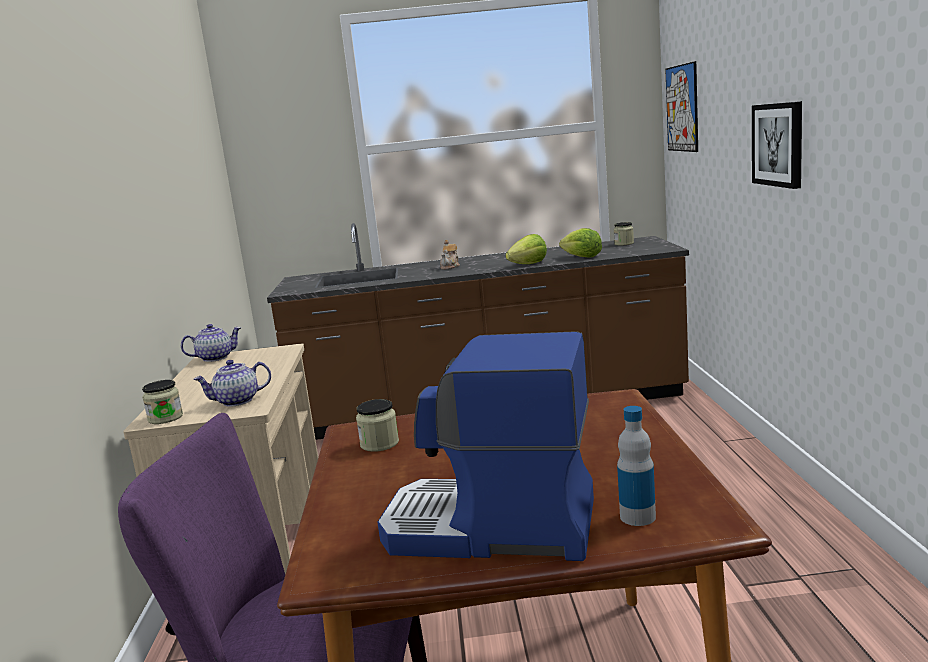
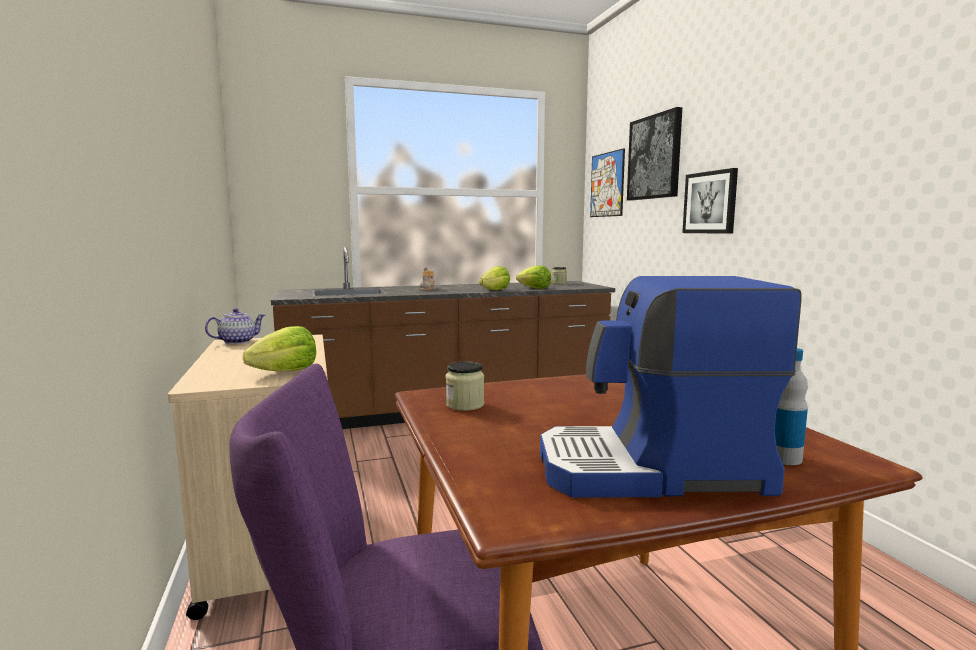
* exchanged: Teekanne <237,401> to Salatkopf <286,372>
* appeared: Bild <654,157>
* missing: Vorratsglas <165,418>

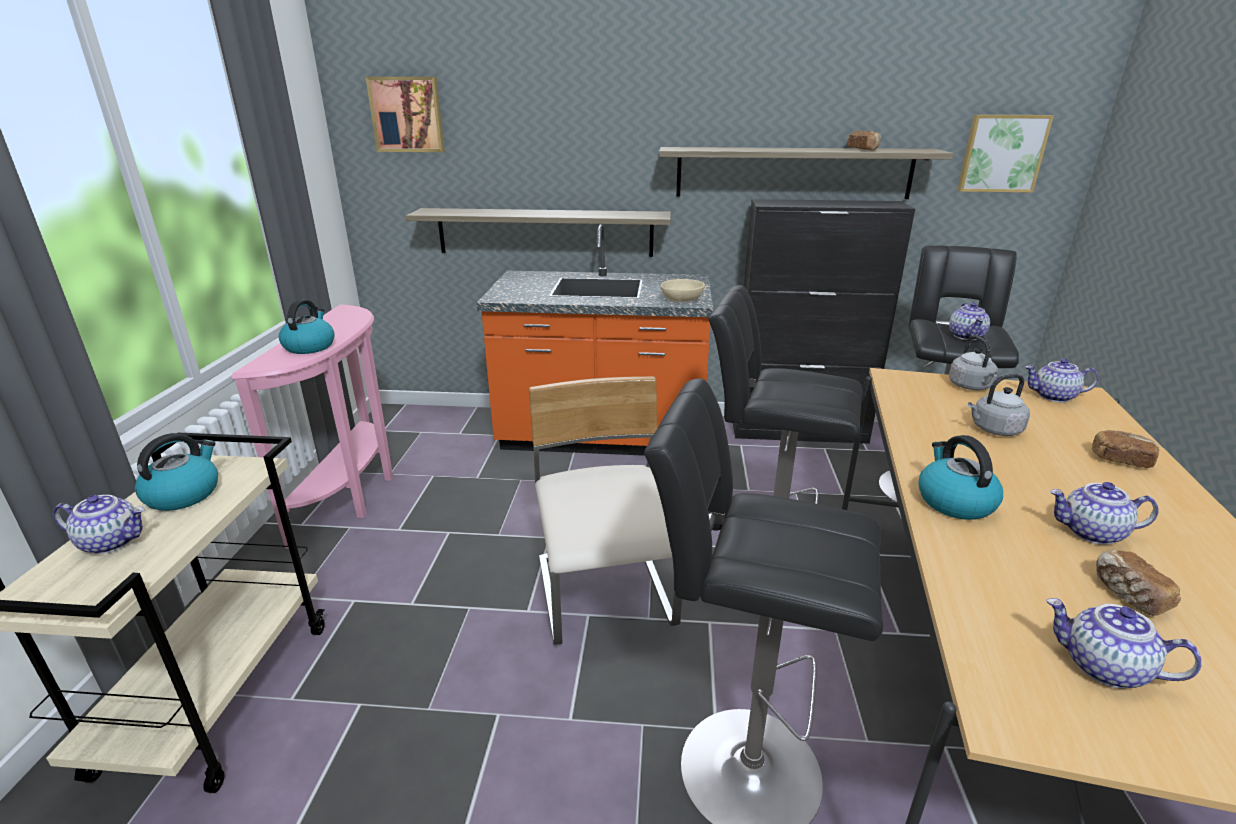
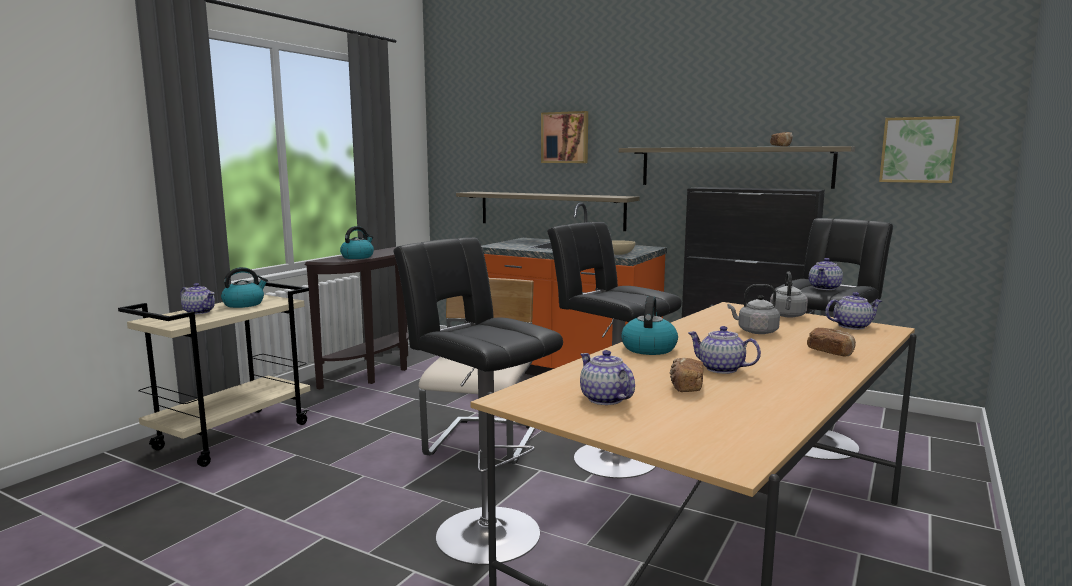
* colour: Konsolentisch/rosa <354,494> to Konsolentisch/braun <376,373>
* relocated: Bild <407,114> to <565,137>
* spun: Teekanne <1053,396> = <852,326> 135 degrees clockwise

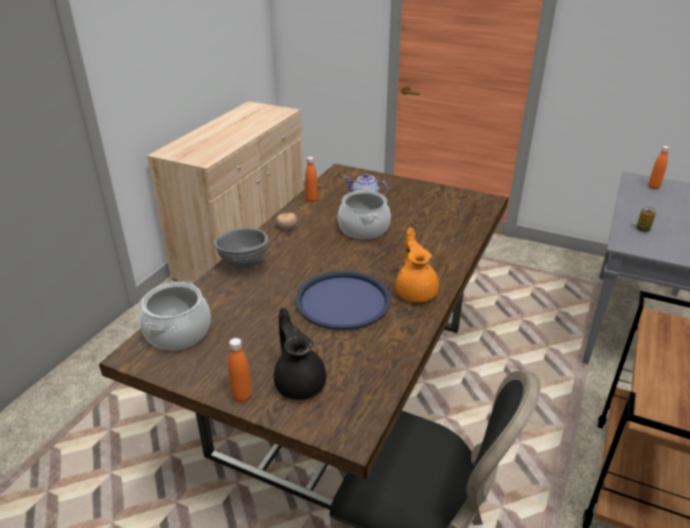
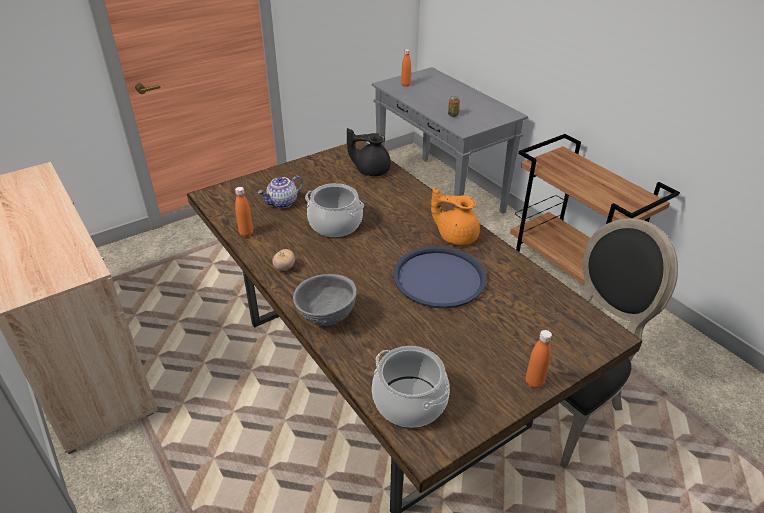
* relocated: Teekanne/schwarz <299,382> to <371,170>

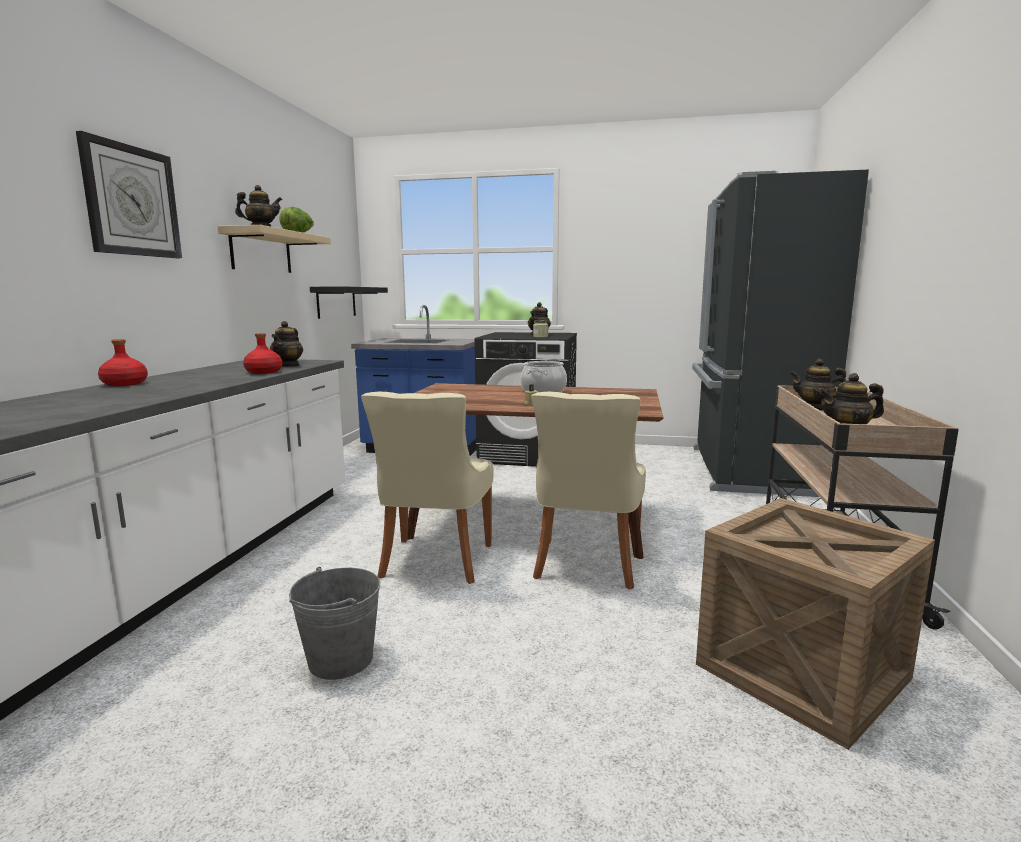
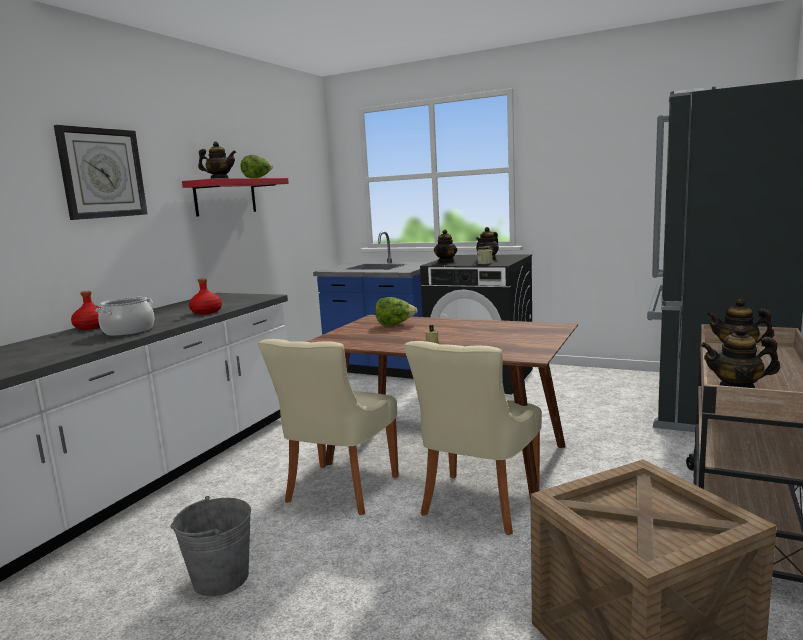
* relocated: Kochtopf <543,391> to <128,331>
* colour: Wandregal/beige <261,252> to Wandregal/rot <225,197>
* appeared: Salatkopf <395,325>
* relocated: Teekanne <288,365> to <446,261>
* missing: Wandregal/schwarz <336,302>

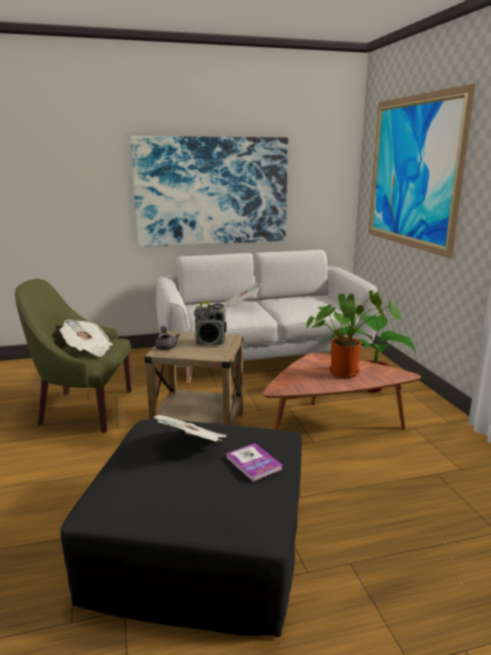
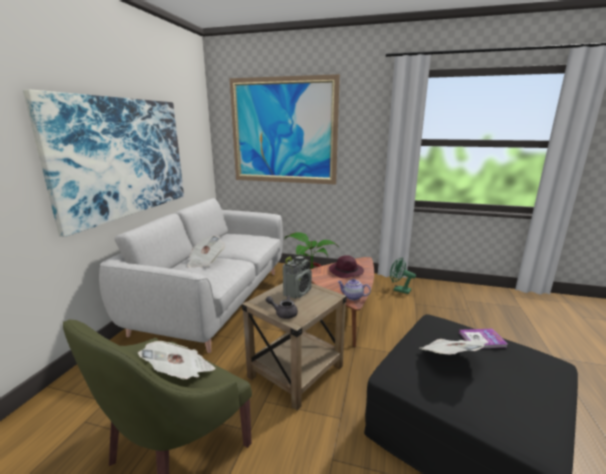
* exchanged: Topfpflanze <347,371> to Hut/lila <346,272>
* appeared: Teekanne <352,297>
* appeared: Ventilator/grün <399,290>

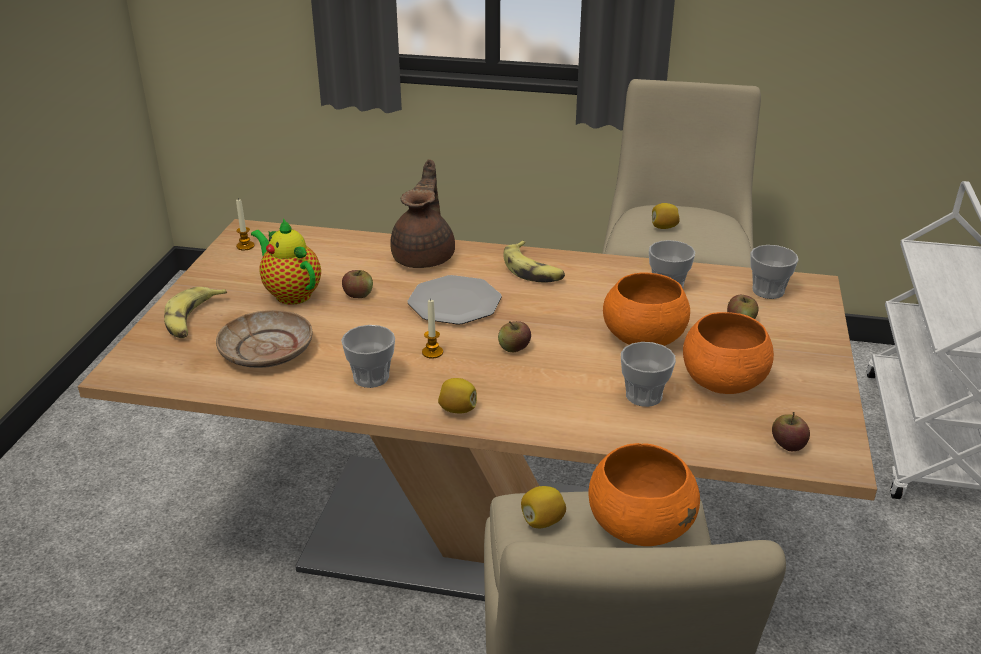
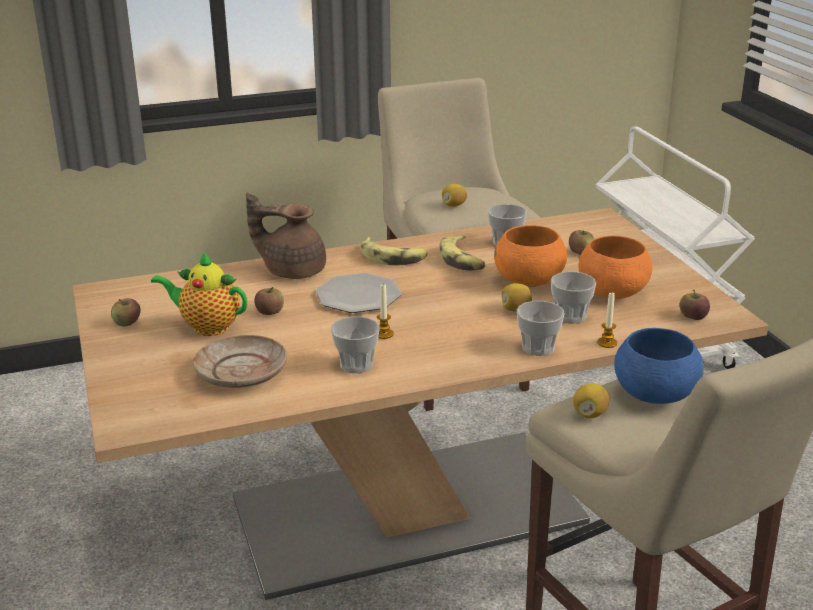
* relocated: Apfel <514,348> to <127,323>
* spun: Teekanne/braun <425,257> = <292,270> 60 degrees counterclockwise
* relocated: Banane <193,320> to <462,260>
* relocated: Zitrone <457,409> to <515,309>
* relocated: Tasse <768,291> to <538,348>
* relocated: Kerze <245,246> to <607,343>
* colour: Schüssel/orange <639,526> to Schüssel/blau <654,394>

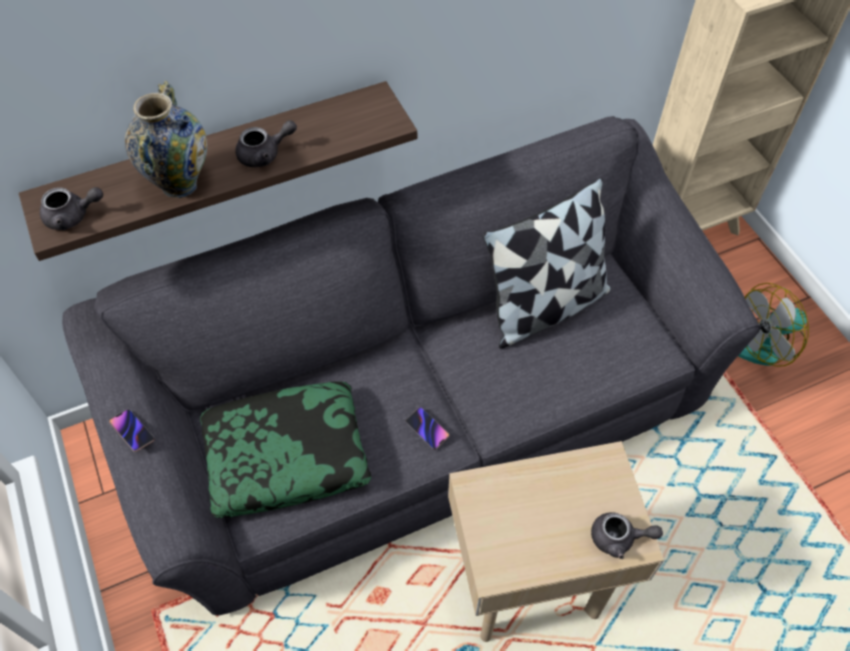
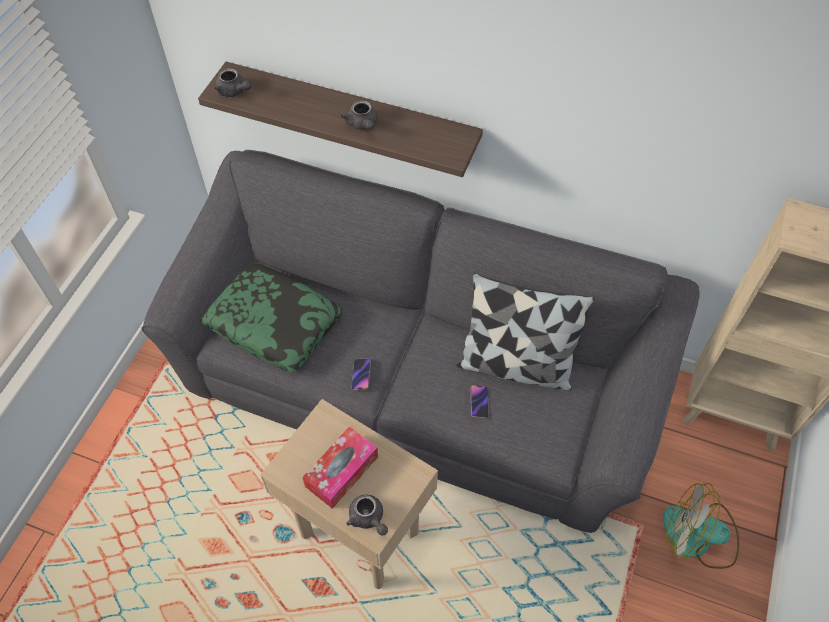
* appeared: Taschentuchbox <341,471>
* spun: Teekanne/grau <265,154> = <363,125> 45 degrees clockwise
* relocated: Handy <132,431> to <479,402>
* missing: Vase <180,184>

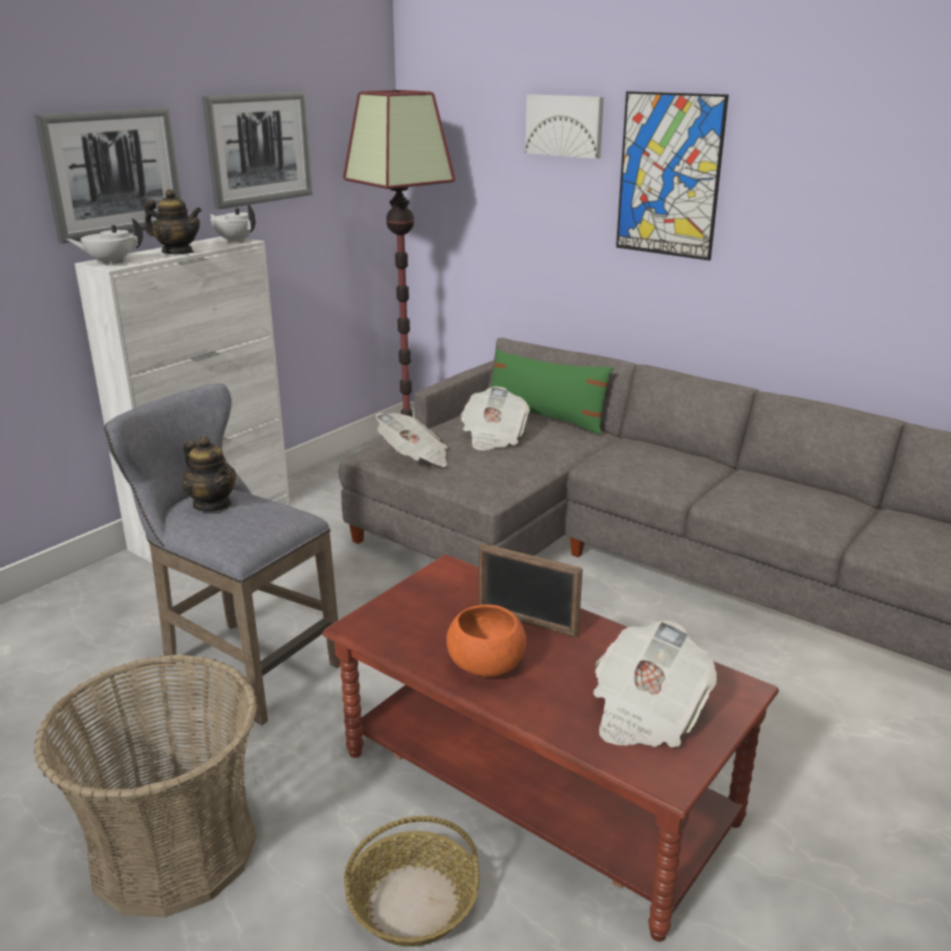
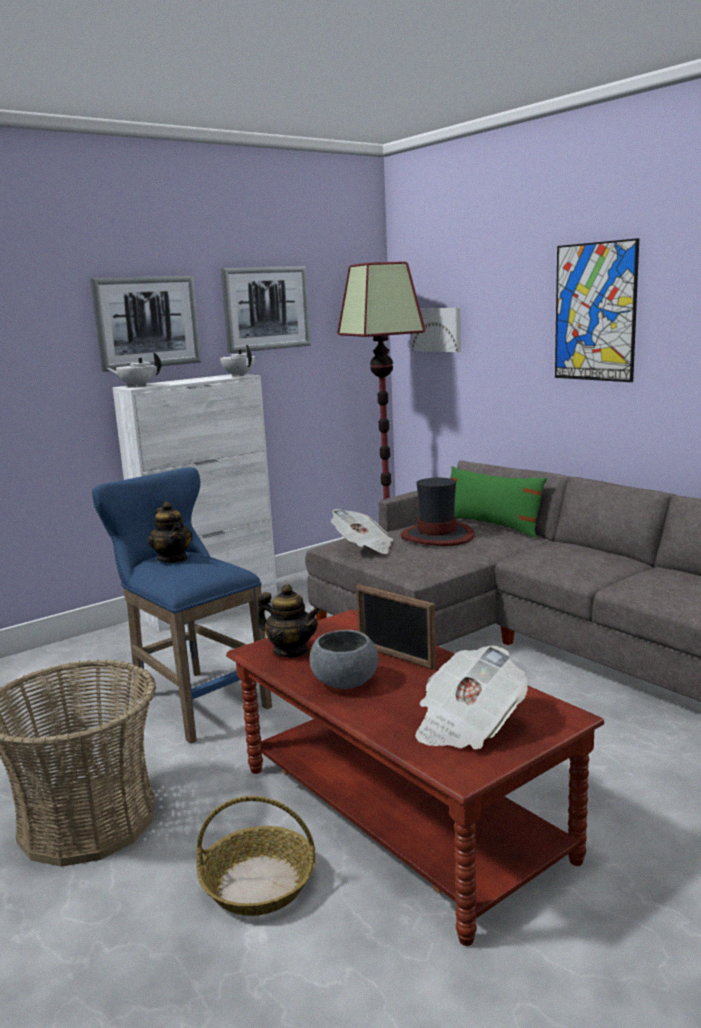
* colour: Hocker/grau <242,664> to Hocker/blau <194,700>
* relocated: Teekanne <178,252> to <291,651>
* colour: Schüssel/orange <486,665> to Schüssel/grau <344,683>
* exchanged: Zeitung <493,437> to Hut <437,536>
* relocated: Bild <565,125> to <438,329>

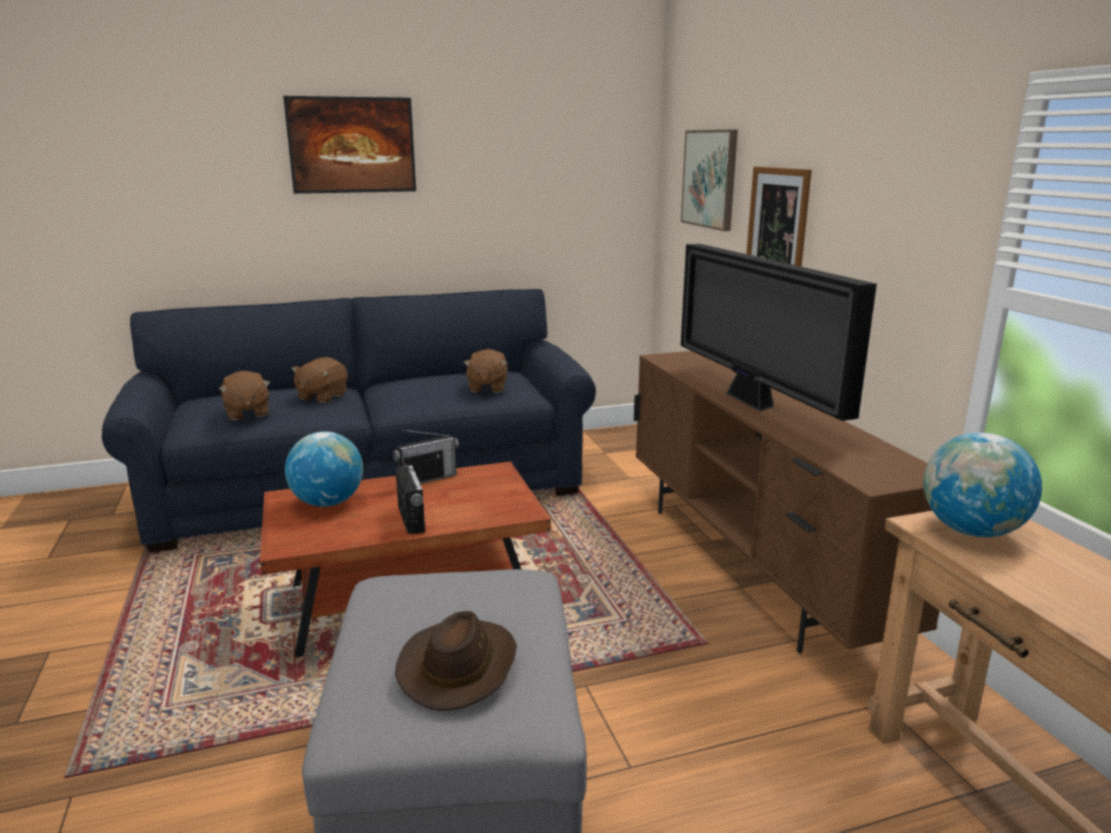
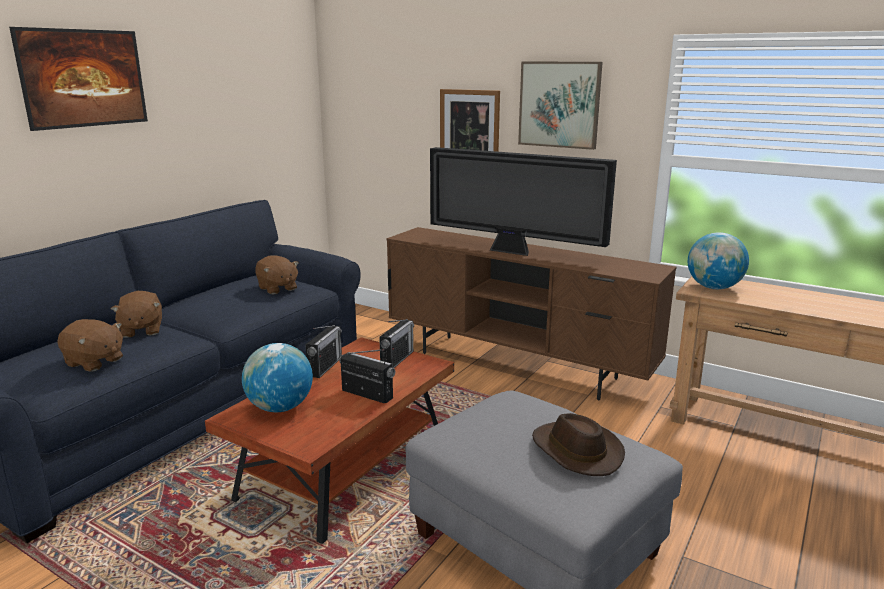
* appeared: Radio <397,359>
* relocated: Bild <710,179> to <559,104>

